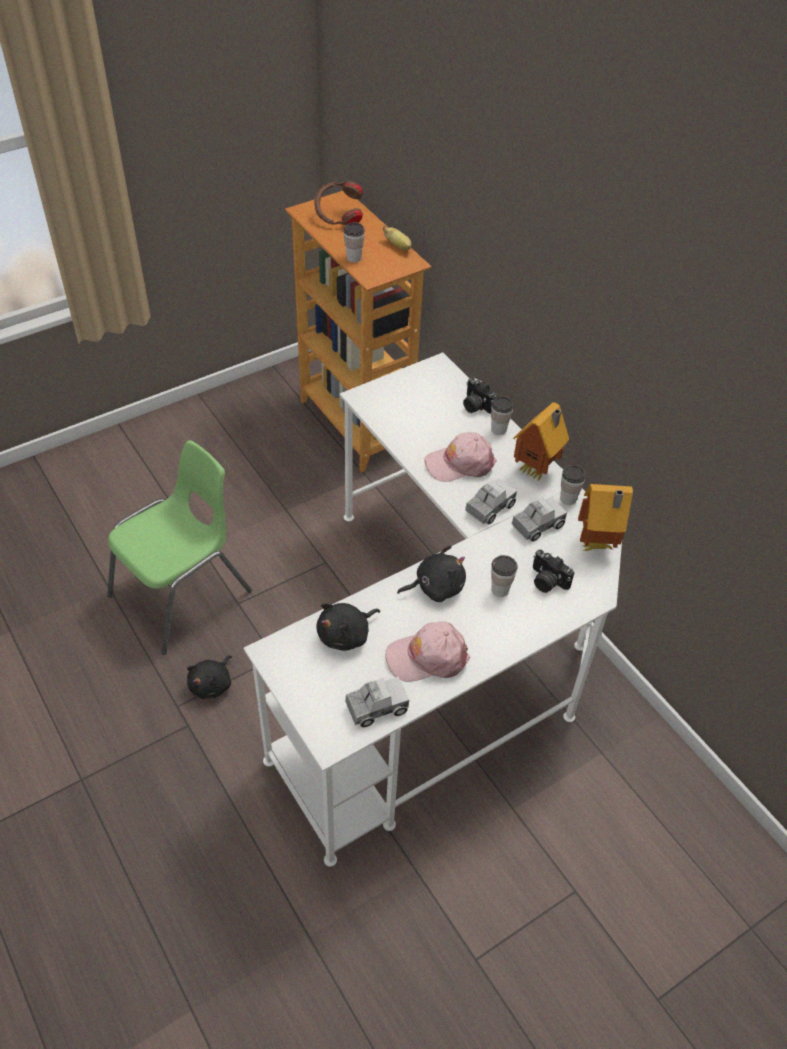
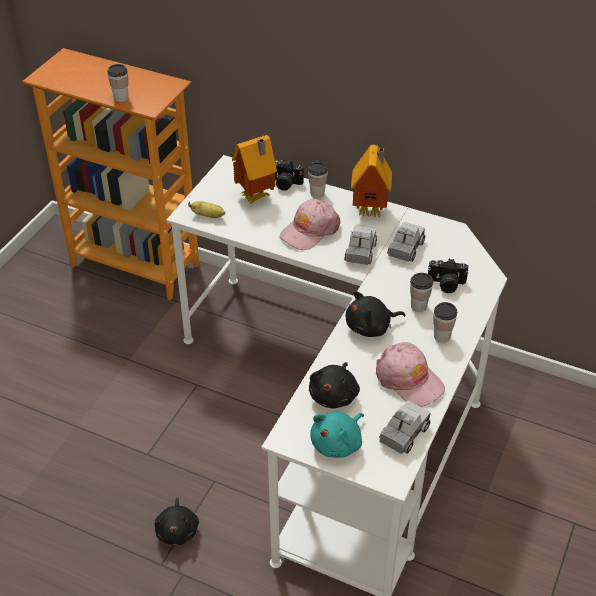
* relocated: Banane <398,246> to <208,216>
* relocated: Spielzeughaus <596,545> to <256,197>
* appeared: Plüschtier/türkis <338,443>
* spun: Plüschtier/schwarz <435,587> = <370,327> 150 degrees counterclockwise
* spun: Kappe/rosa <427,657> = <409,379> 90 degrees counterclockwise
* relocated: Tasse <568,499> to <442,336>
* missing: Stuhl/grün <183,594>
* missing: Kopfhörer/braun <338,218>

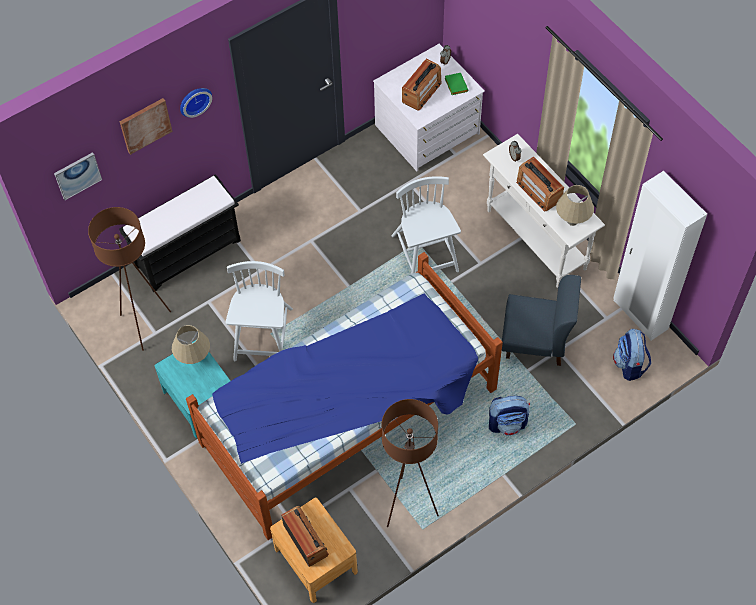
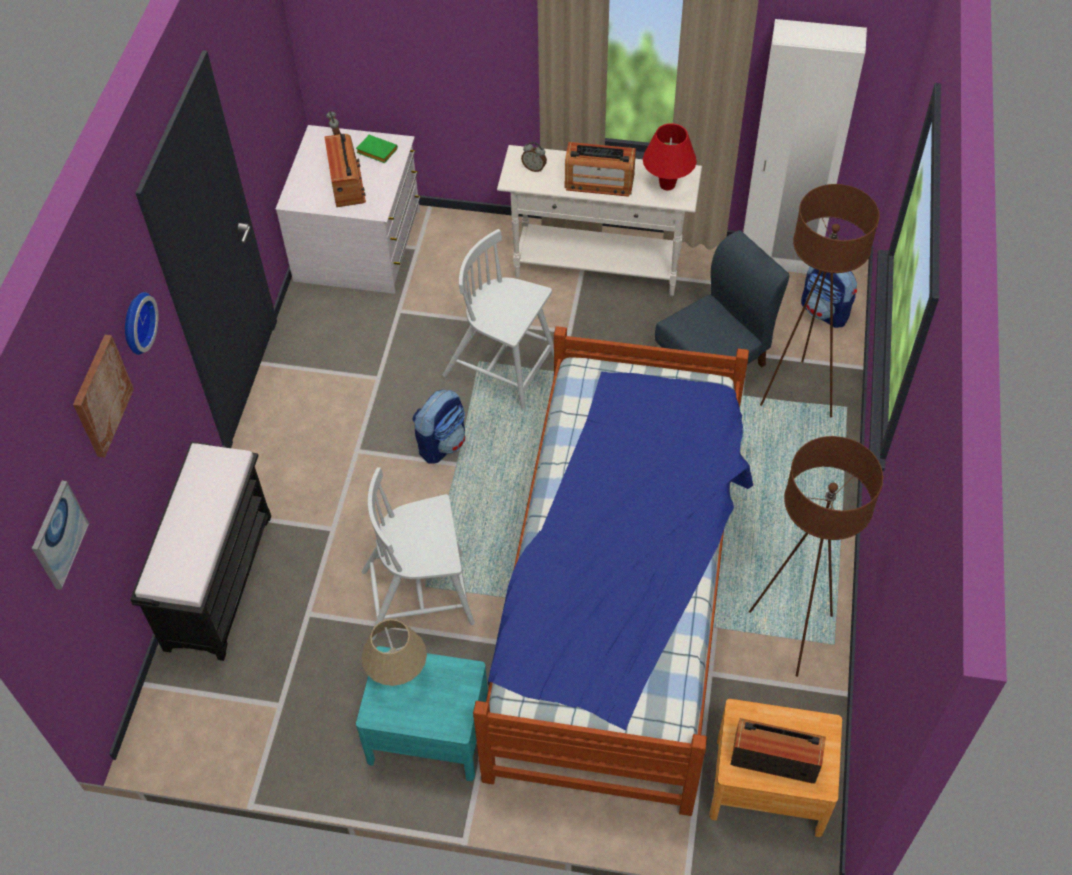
* spun: Stuhl/weiß <263,336> = <420,595> 60 degrees counterclockwise
* relocated: Rucksack <507,423> to <442,443>
* colour: Tischlampe/beige <572,221> to Tischlampe/rot <667,185>
* relocated: Stehlampe/braun <145,325> to <798,393>

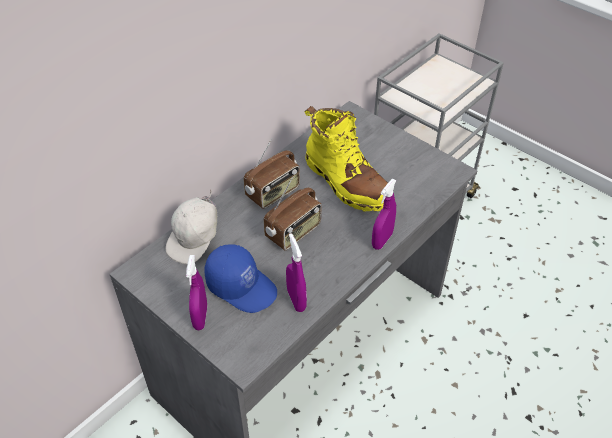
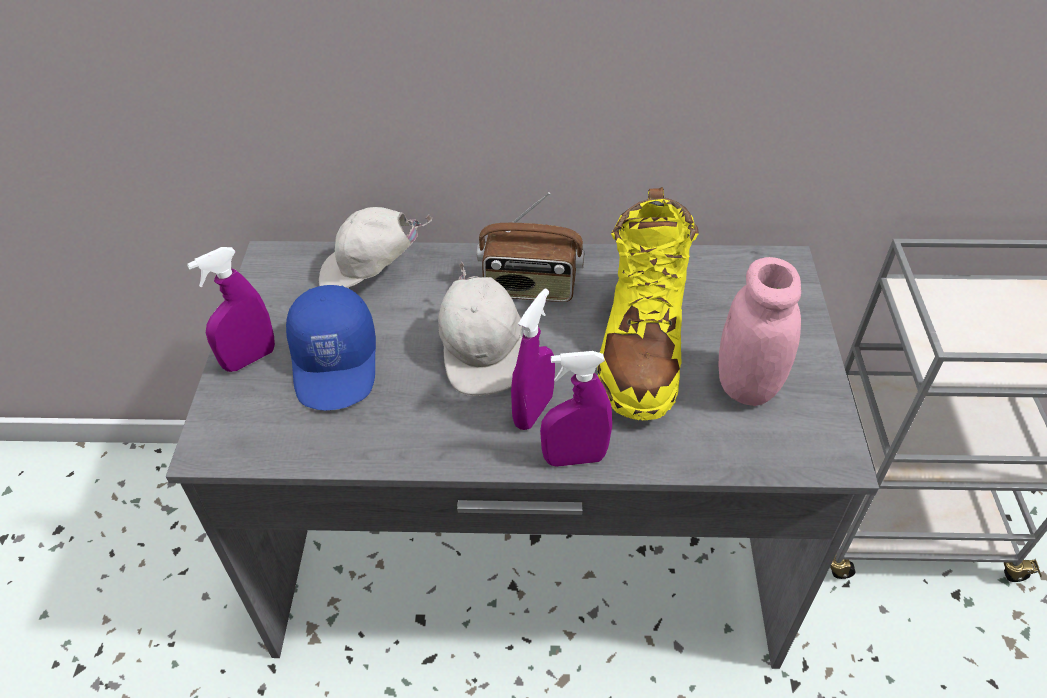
* exchanged: Radio <294,232> to Kappe/weiß <482,352>
* relocated: Sprühflasche/lila <296,300> to <533,411>
* appeared: Vorratsglas/rosa <747,384>

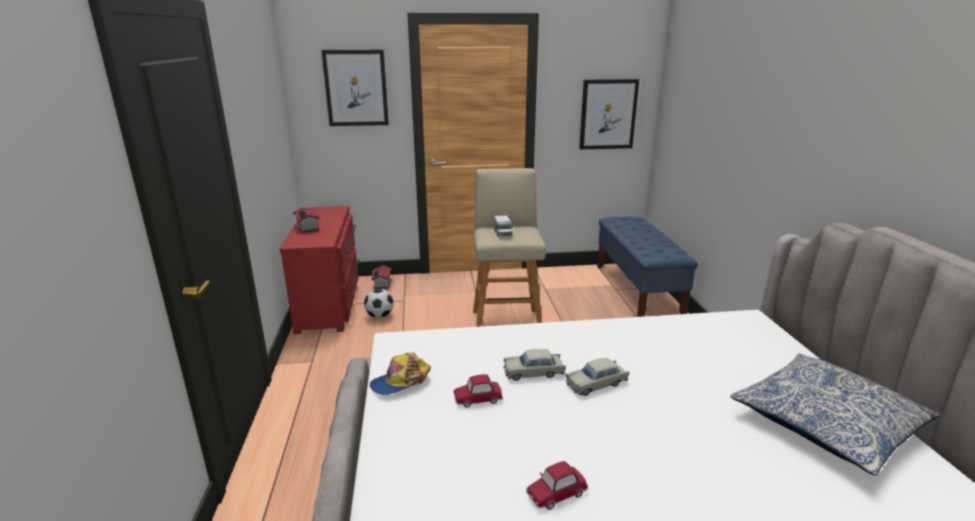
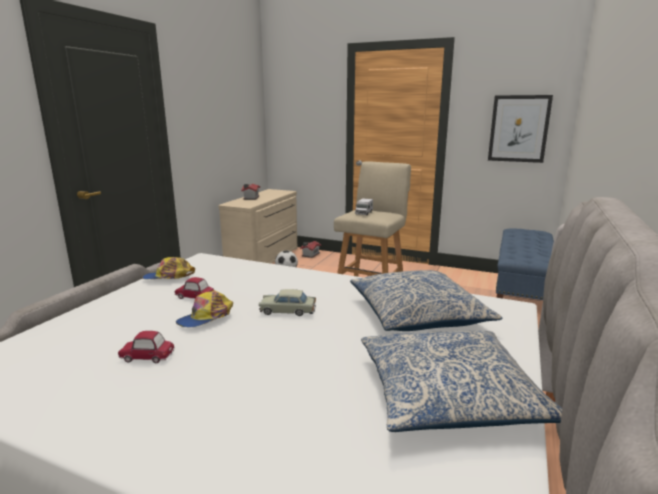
* appeared: Kappe <206,318>
* colour: Kommode/rot <331,303> to Kommode/beige <265,259>
* appeared: Kissen <417,314>
* missing: Bild <356,88>
* missing: Spielzeugauto/beige <533,372>

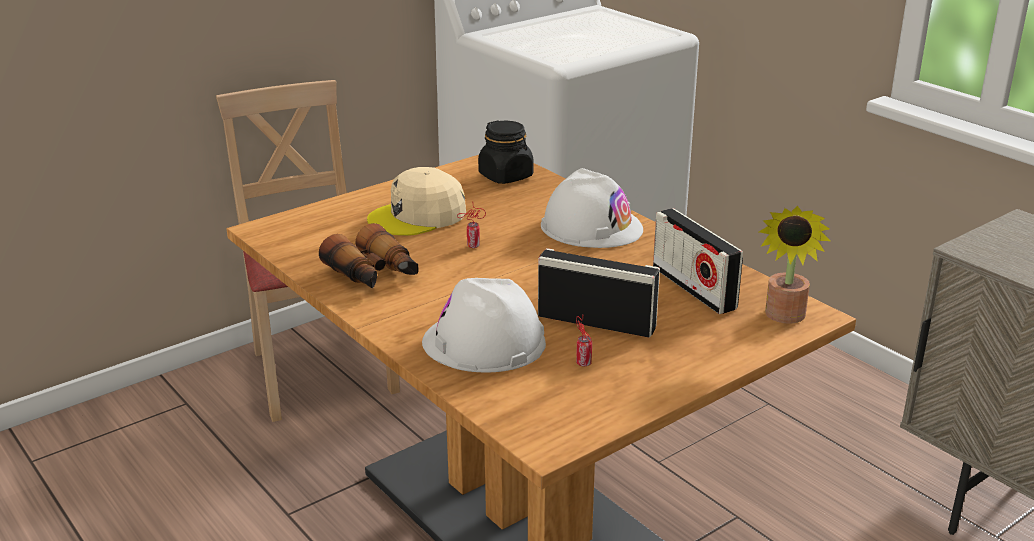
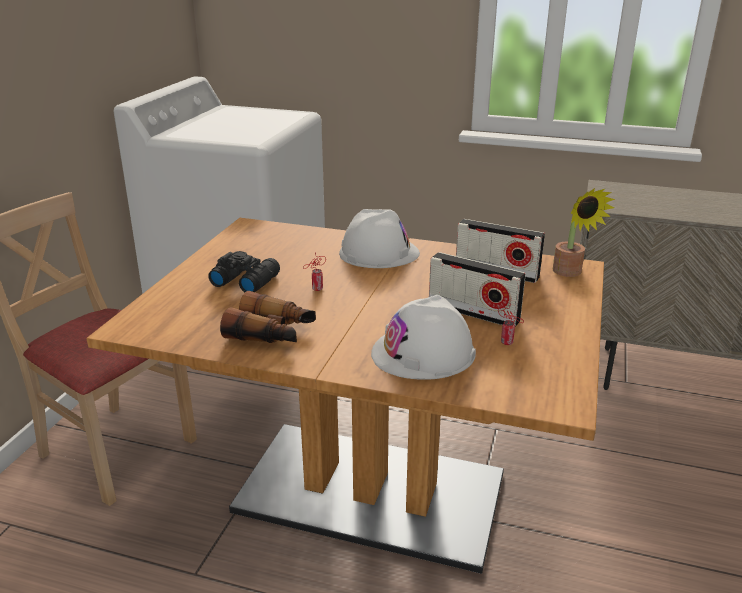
* exchanged: Kappe/beige <418,216> to Fernglas/schwarz <245,280>
* spun: Radio <596,322> = <473,312> 135 degrees counterclockwise
* missing: Vorratsglas/schwarz <506,176>

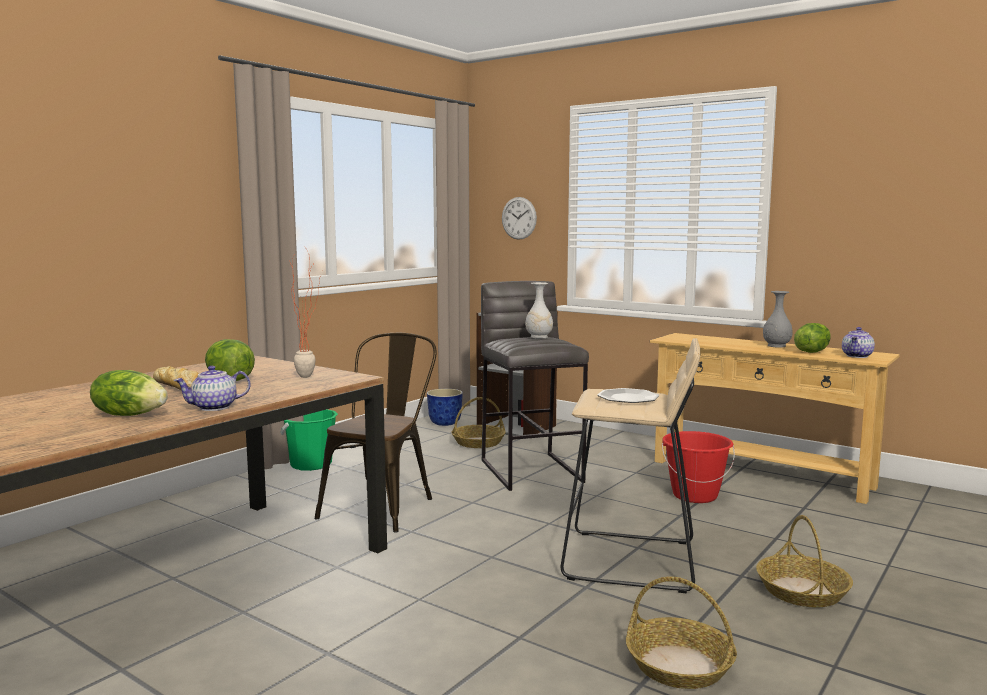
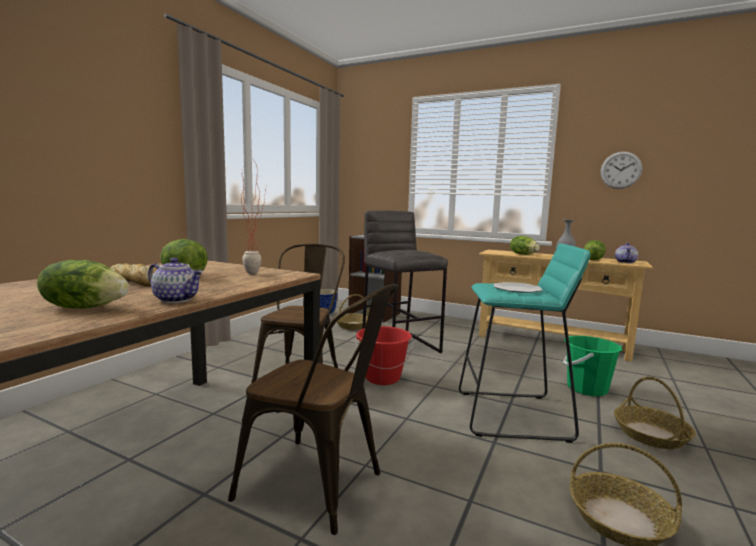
* spun: Teekanne <214,408> = <177,299> 120 degrees counterclockwise
* appeared: Stuhl/braun <320,487>
* relocated: Eimer/rot <695,495> to <382,378>
* colour: Hocker/beige <631,561> to Hocker/türkis <513,415>
* appeared: Salatkopf <523,254>
* relocated: Eimer/grün <311,464> to <586,388>
* relocated: Wanduhr <519,218> to <621,170>
* missing: Vase/weiß <538,337>

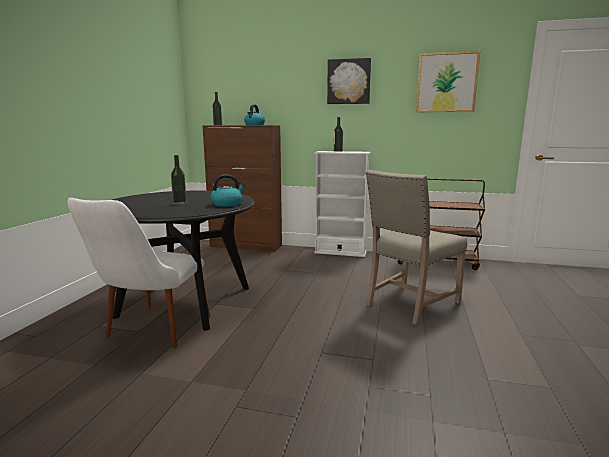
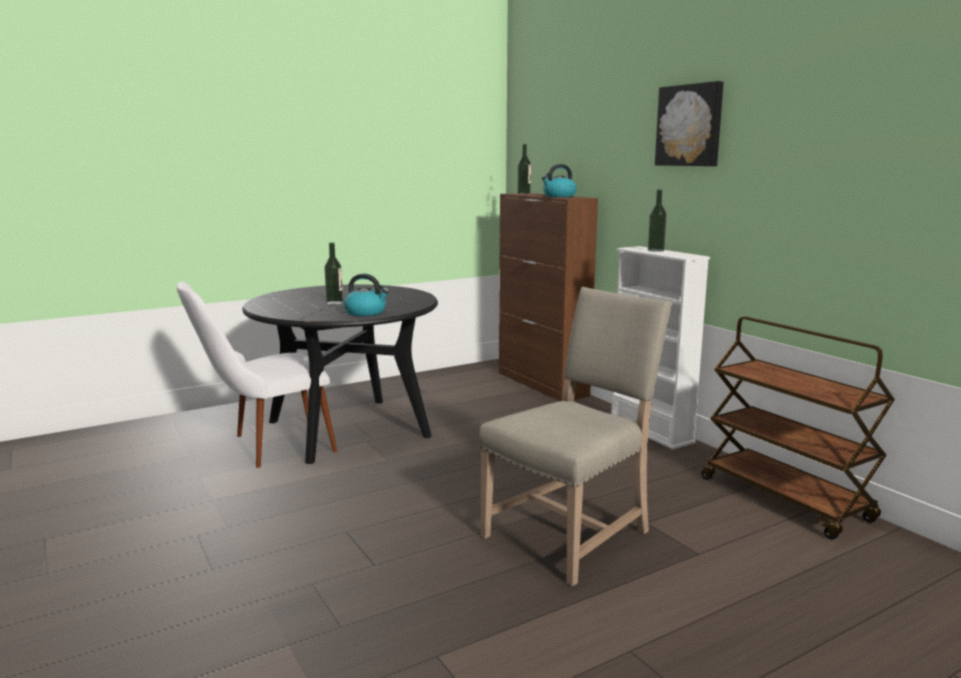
* spun: Stuhl/beige <409,303> = <572,533> 135 degrees clockwise
* missing: Bild <446,83>

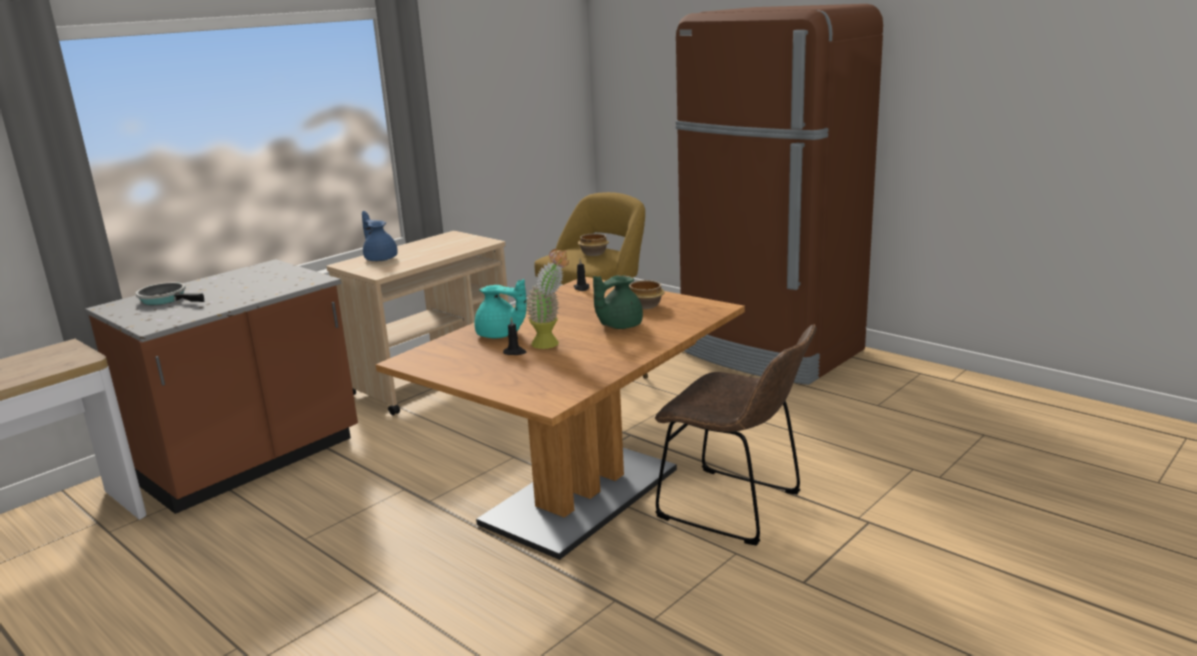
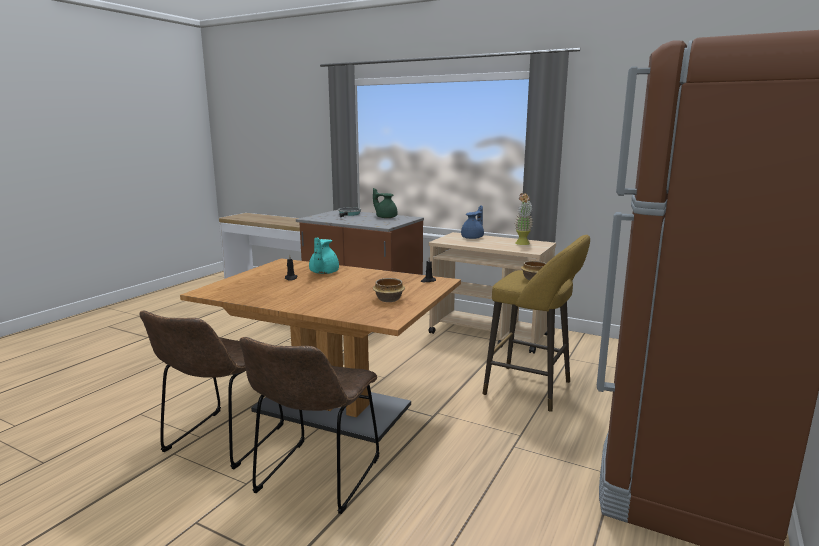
* appeared: Stuhl/braun <221,441>
* relocated: Teekanne/grün <618,326> to <385,217>
* relocated: Topfpflanze <551,344> to <522,244>

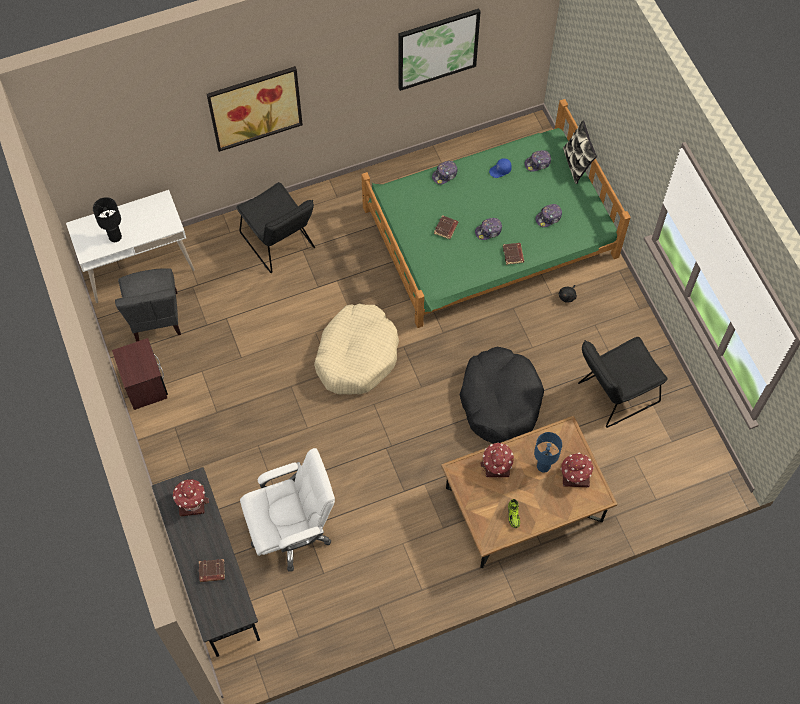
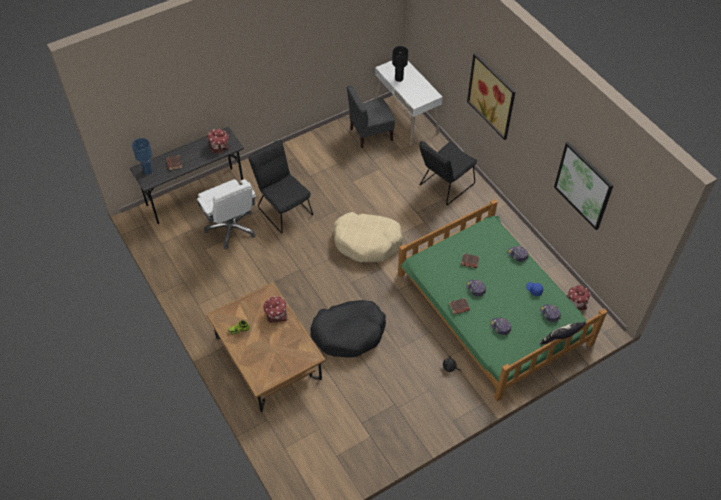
* relocated: Tischlampe/blau <543,466> to <148,171>
* relocated: Stuhl/schwarz <613,395> to <283,209>
* relocated: Spielzeughaus <574,475> to <576,302>
* missing: Nachttisch/braun <145,385>

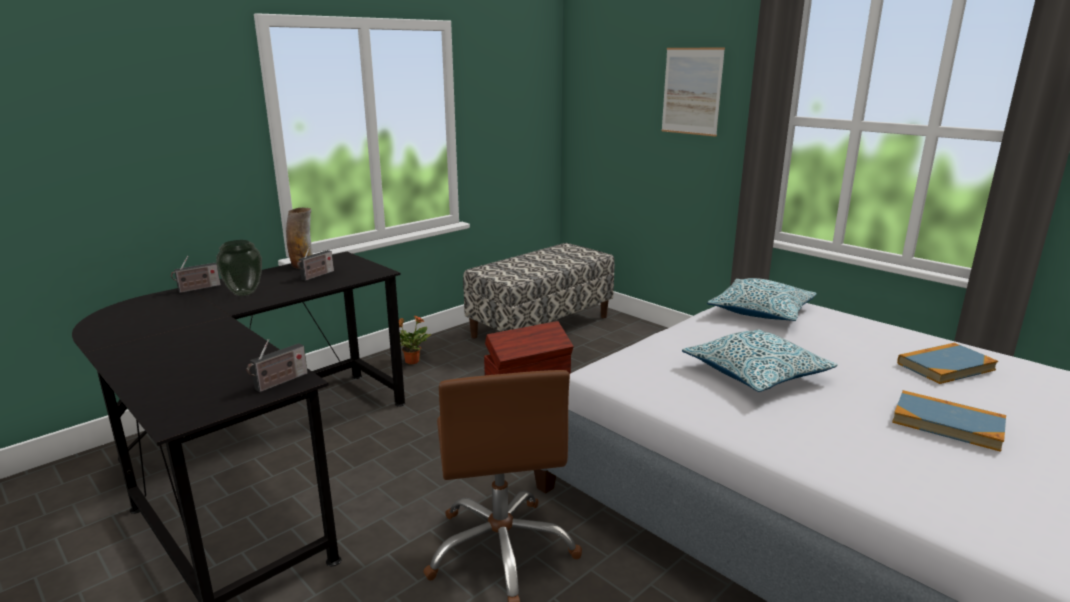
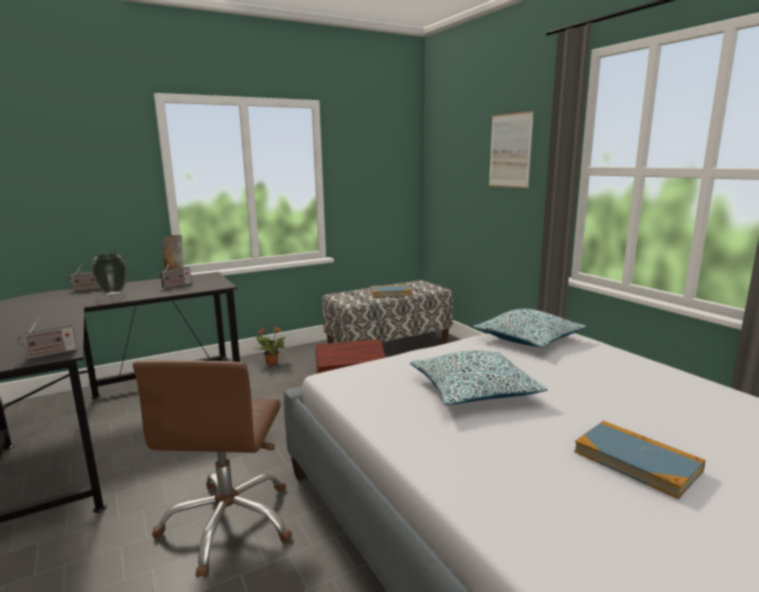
* relocated: Buch <945,366> to <390,293>

